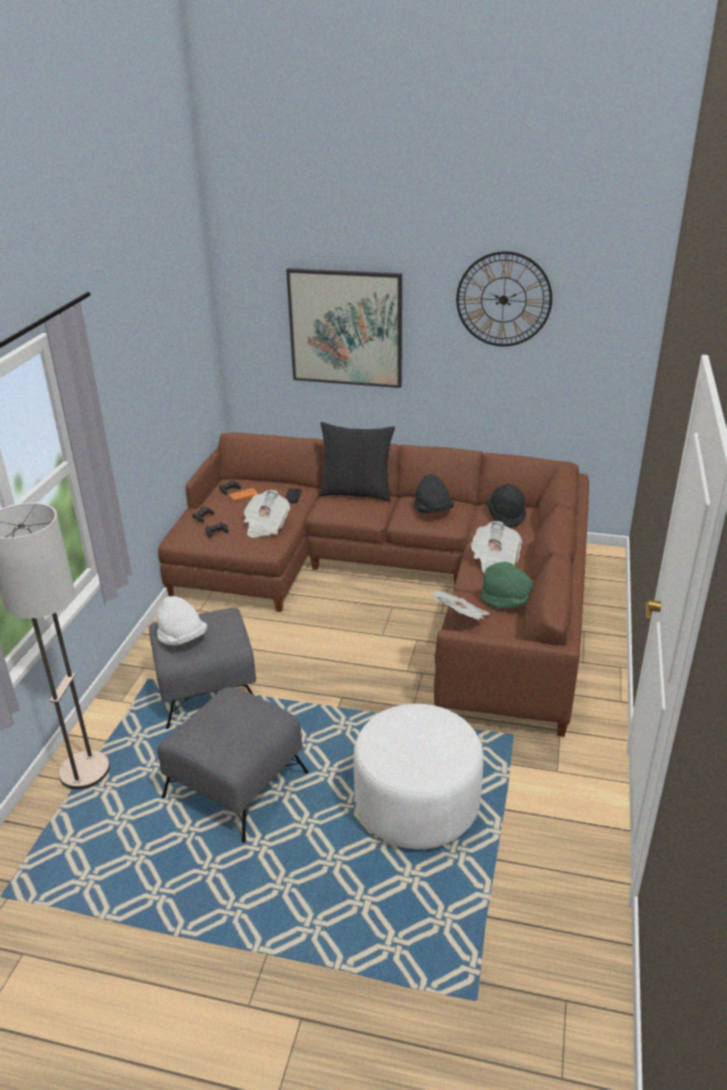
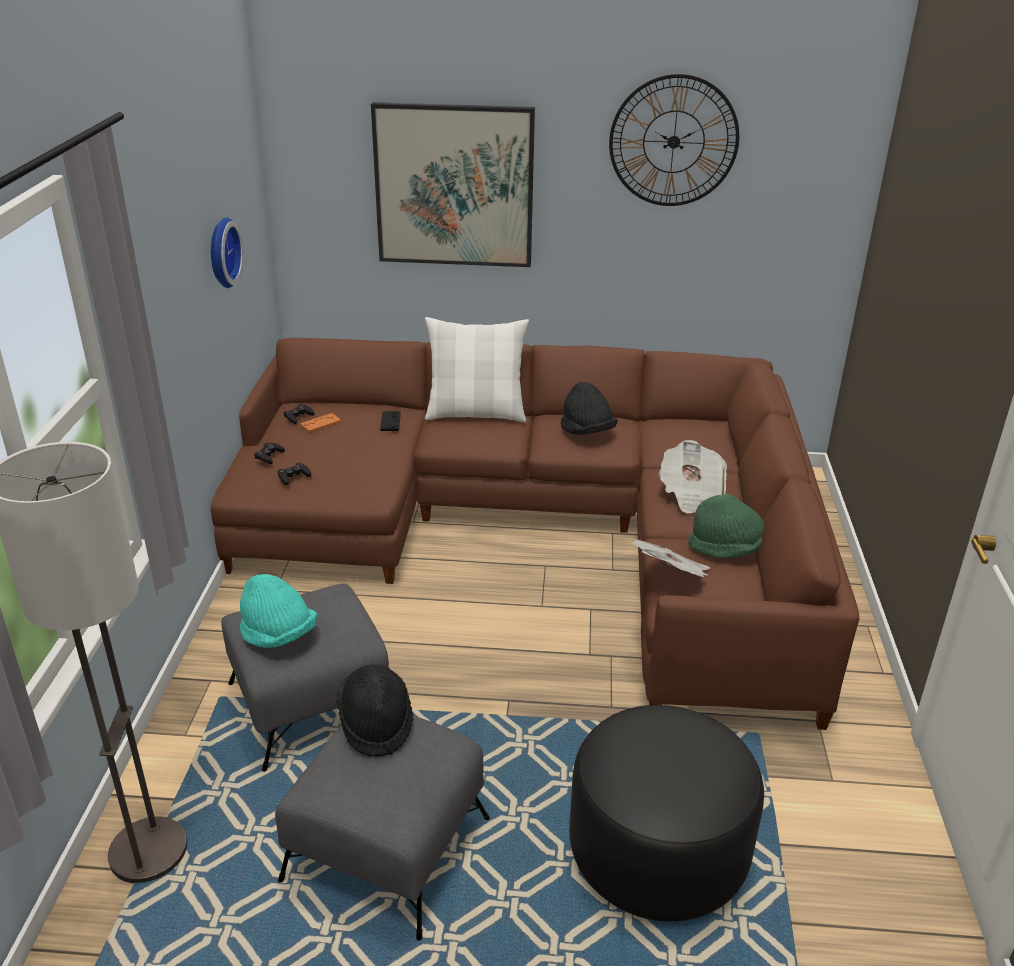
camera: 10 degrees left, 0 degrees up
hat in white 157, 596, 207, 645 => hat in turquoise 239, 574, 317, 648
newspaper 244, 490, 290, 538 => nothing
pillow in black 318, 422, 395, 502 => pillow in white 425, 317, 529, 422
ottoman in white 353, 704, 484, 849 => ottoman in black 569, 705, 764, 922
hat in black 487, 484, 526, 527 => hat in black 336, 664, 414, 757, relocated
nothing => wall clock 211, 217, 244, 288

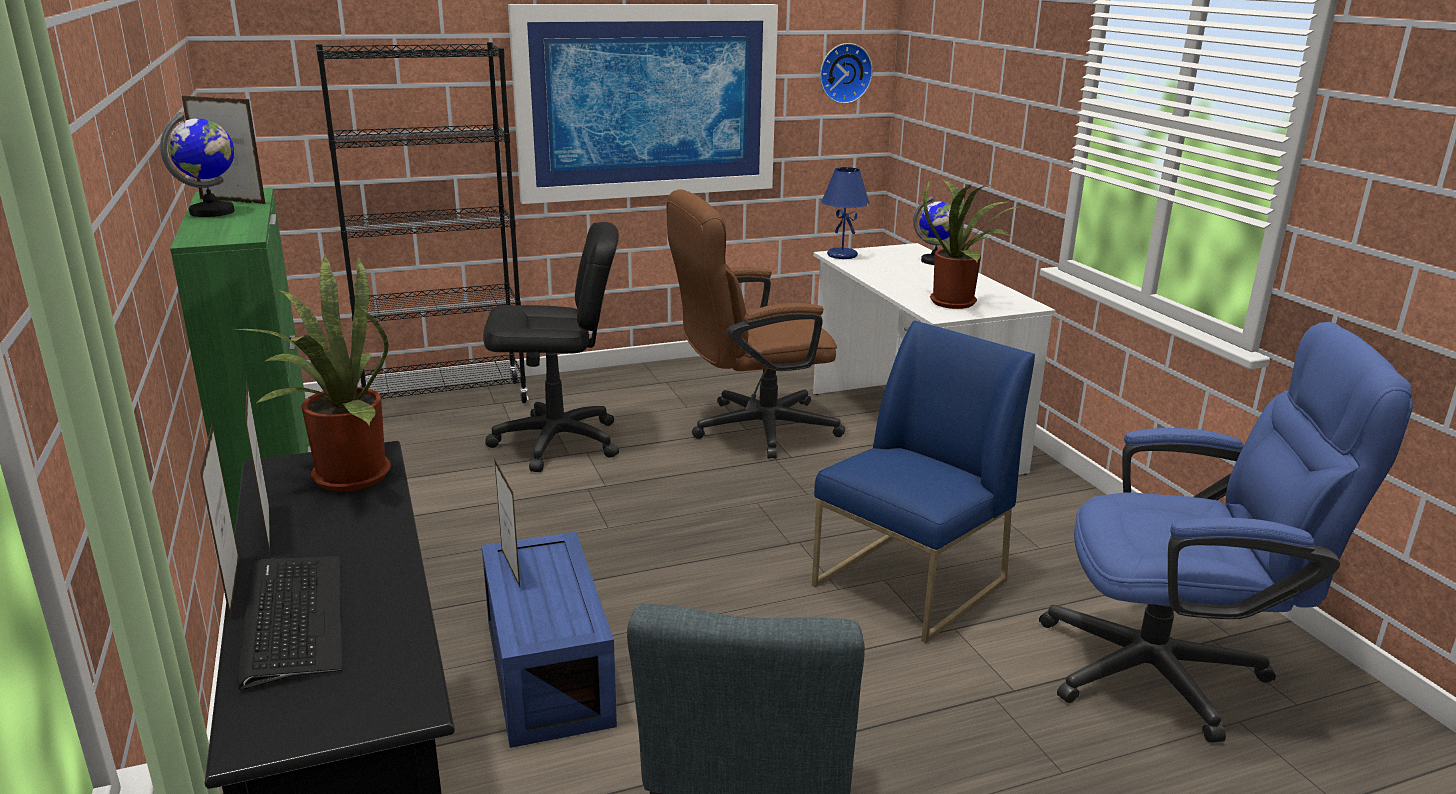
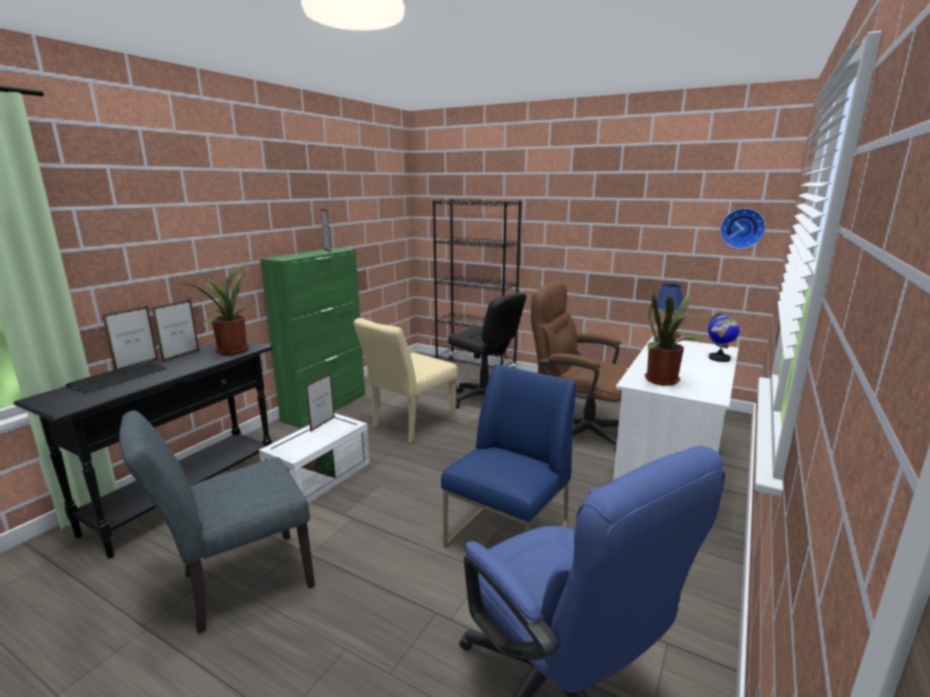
camera: 50 degrees right, 5 degrees down
globe 160, 112, 234, 217 => nothing
storage box in blue 482, 532, 617, 748 => storage box in white 259, 413, 370, 503
picture 508, 4, 778, 204 => nothing
chair in blue 812, 321, 1035, 643 => chair in blue 441, 364, 576, 548, 60 degrees counterclockwise
nothing => chair in beige 354, 318, 457, 443

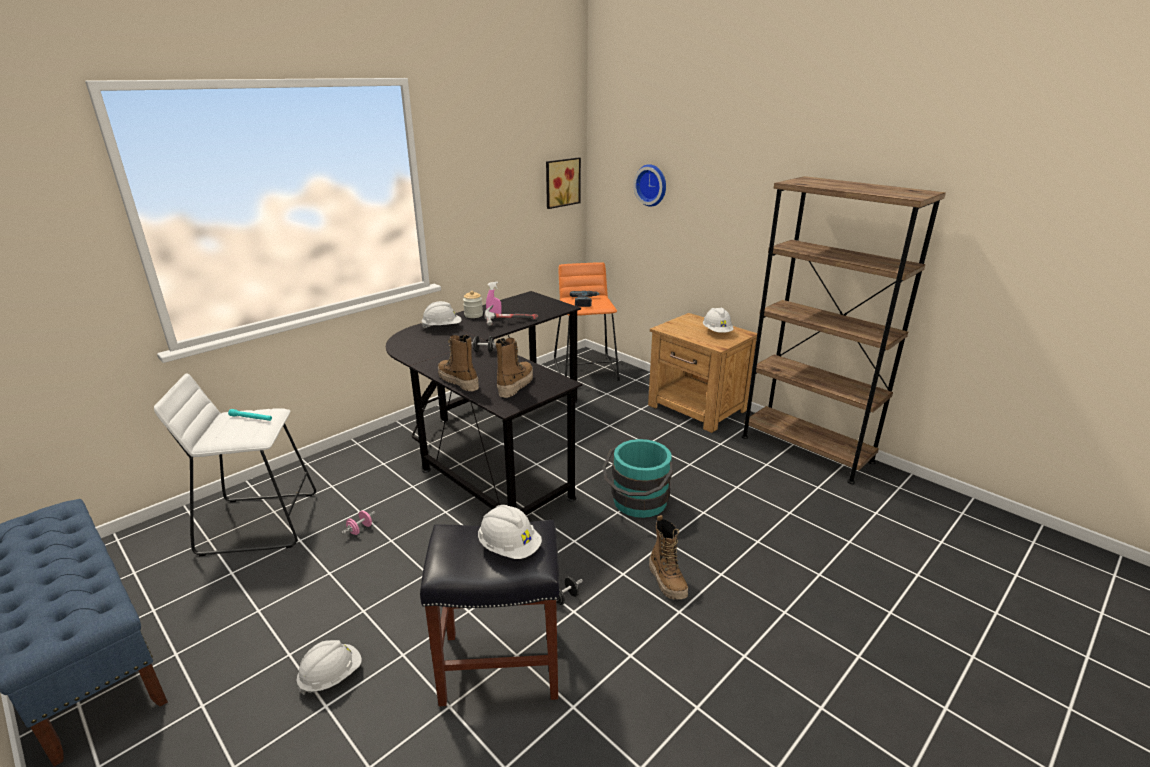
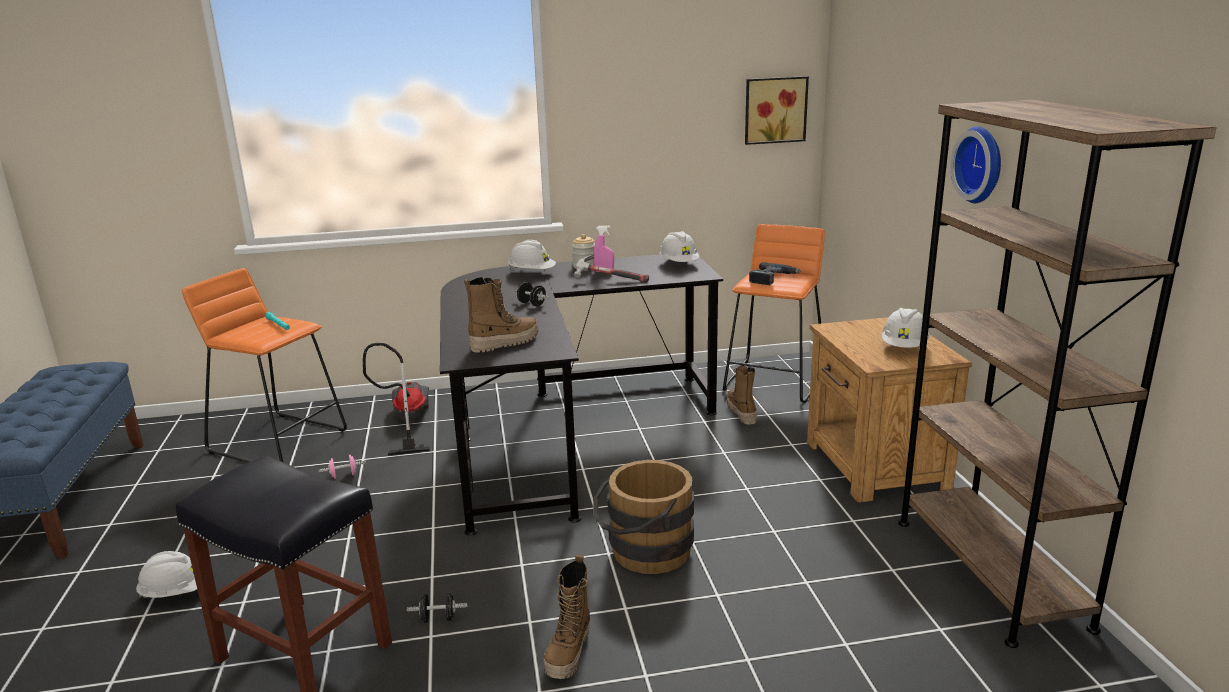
camera: 35 degrees right, 5 degrees down
stool in white 154, 373, 316, 556 => stool in orange 182, 268, 347, 463
boot 438, 335, 479, 391 => boot 727, 366, 757, 425, relocated
hard hat in white 478, 505, 542, 559 => hard hat in white 659, 231, 699, 262, relocated
bucket in turquoise 603, 439, 673, 518 => bucket in brown 593, 460, 694, 574
wall clock 633, 164, 666, 207 => wall clock 950, 126, 1001, 203, relocated
nothing => vacuum cleaner 363, 343, 430, 455

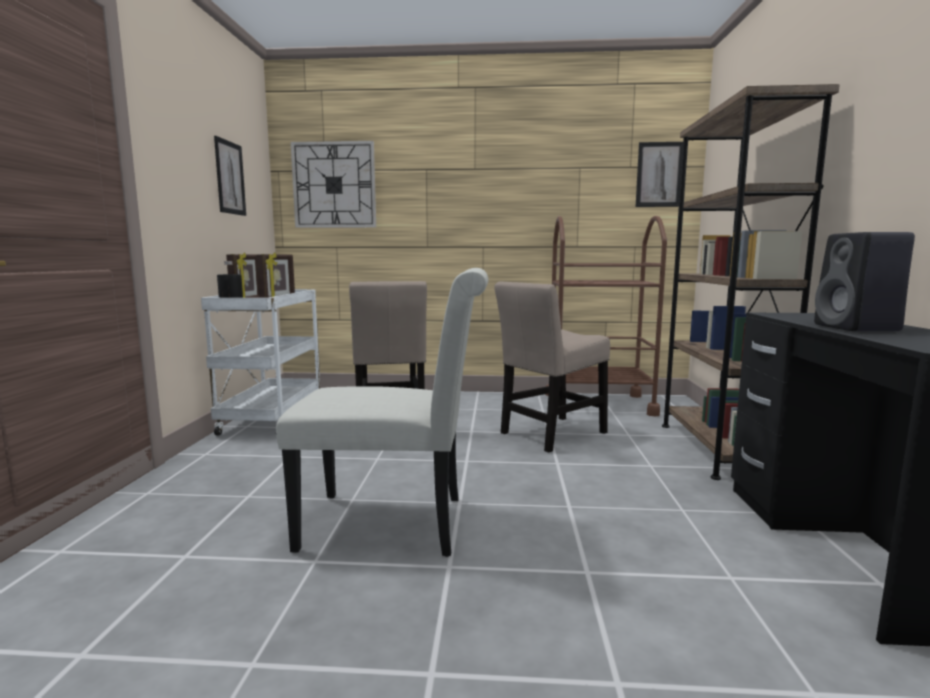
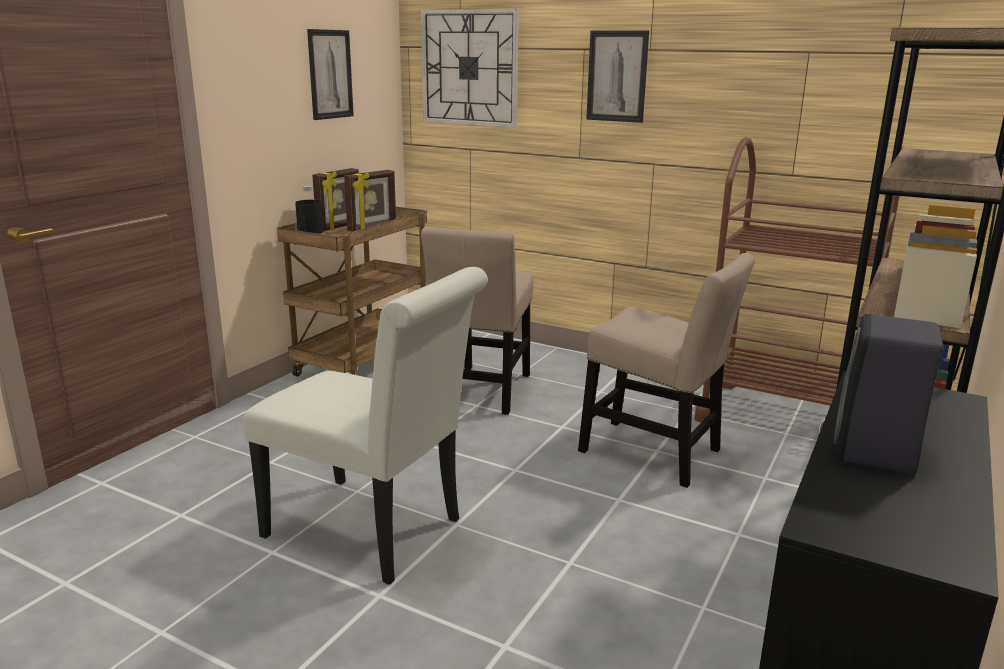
camera: 25 degrees right, 10 degrees up
cart in white 201, 289, 320, 435 => cart in brown 277, 207, 427, 376
chair in beige 494, 281, 610, 453 => chair in beige 578, 253, 755, 488, 135 degrees counterclockwise
picture 635, 142, 683, 207 => picture 586, 31, 649, 123, relocated

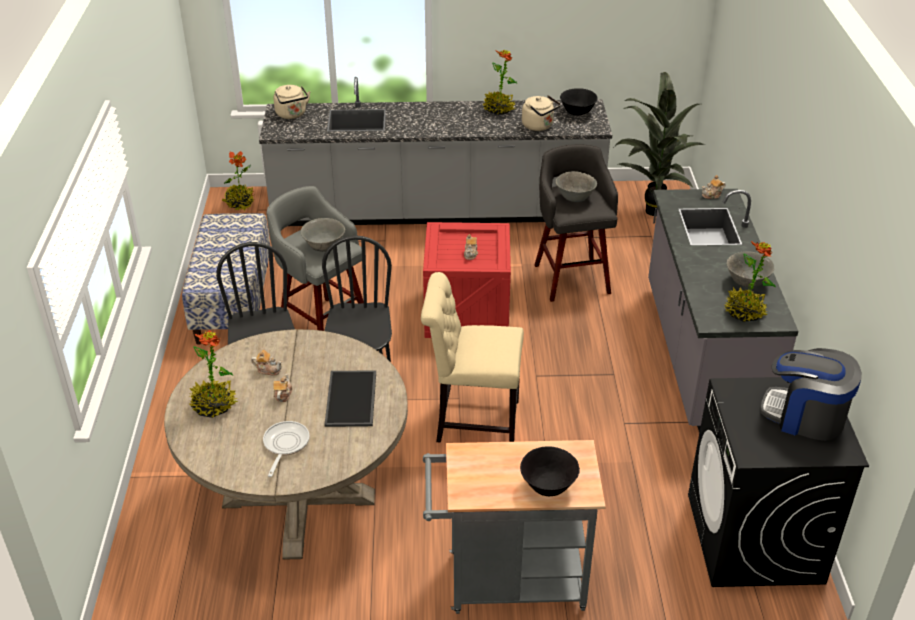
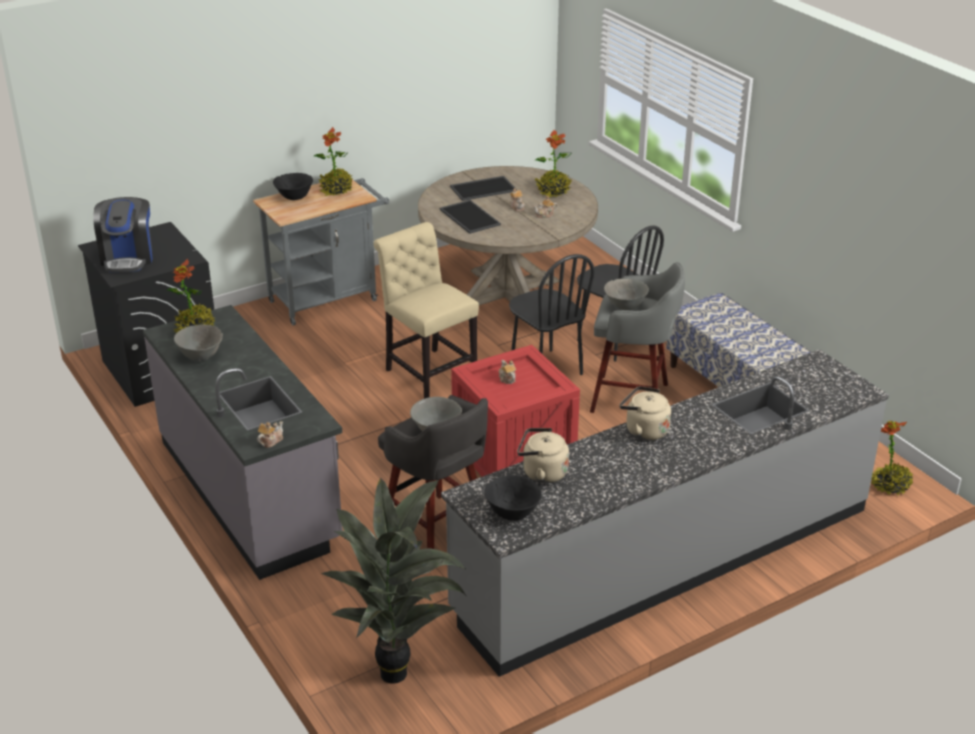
camera: 150 degrees right, 5 degrees down
frying pan 263, 421, 309, 477 => tray 450, 176, 517, 201
kettle in beige 273, 85, 310, 119 => kettle in beige 620, 386, 671, 440, relocated
chair in beige 421, 272, 524, 443 => chair in beige 373, 222, 479, 399, 105 degrees counterclockwise
potted plant 483, 50, 517, 115 => potted plant 314, 127, 353, 196, relocated
coffee machine 760, 348, 862, 441 => coffee machine 93, 197, 153, 272, 90 degrees clockwise

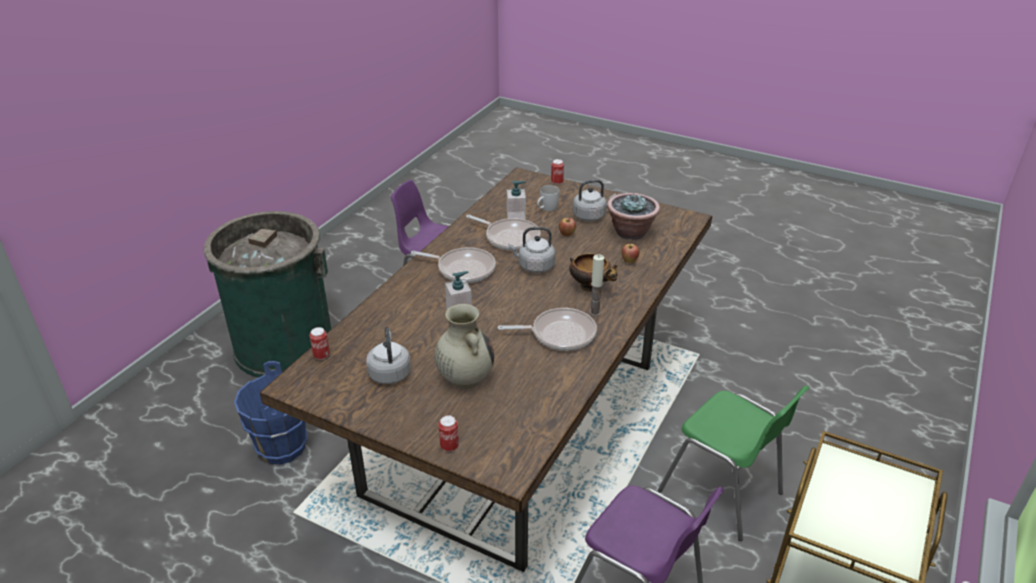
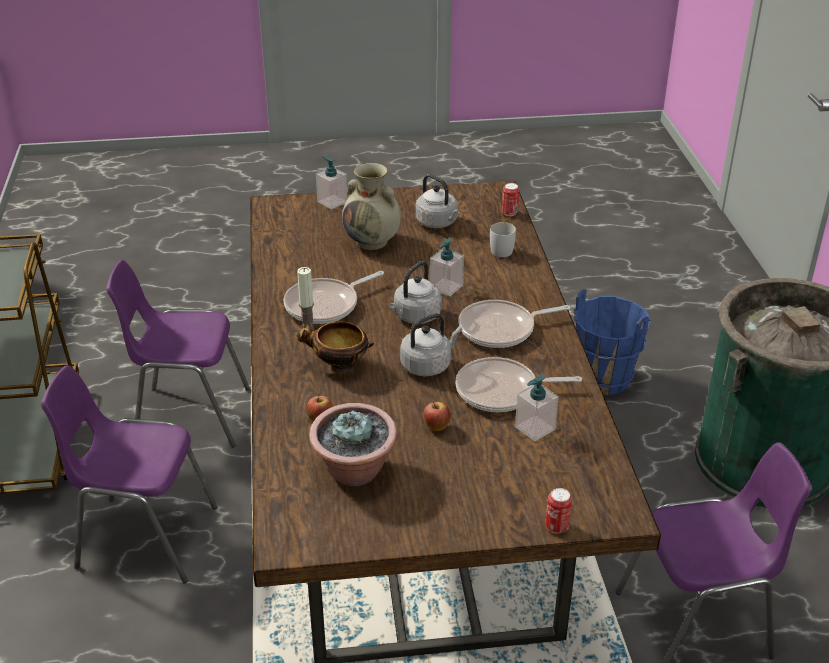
camera: 145 degrees right, 0 degrees up
can 439, 415, 459, 451 => soap dispenser 316, 155, 347, 209
mug in white 537, 185, 559, 211 => mug in white 490, 222, 516, 257, relocated
kettle in grey 573, 180, 616, 221 => kettle in grey 389, 261, 442, 324, relocated
chair in green 658, 385, 809, 541 => chair in purple 41, 365, 217, 583

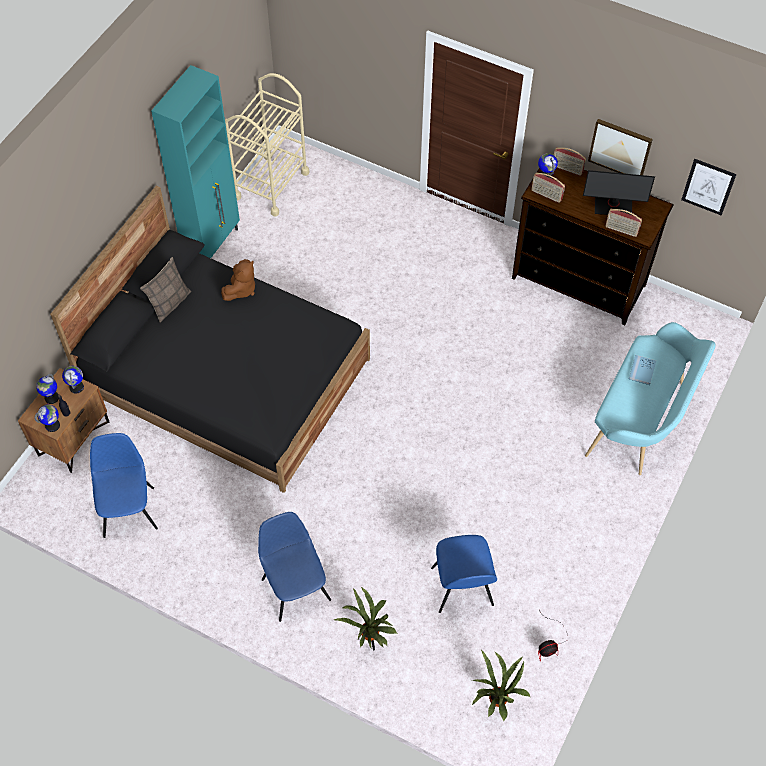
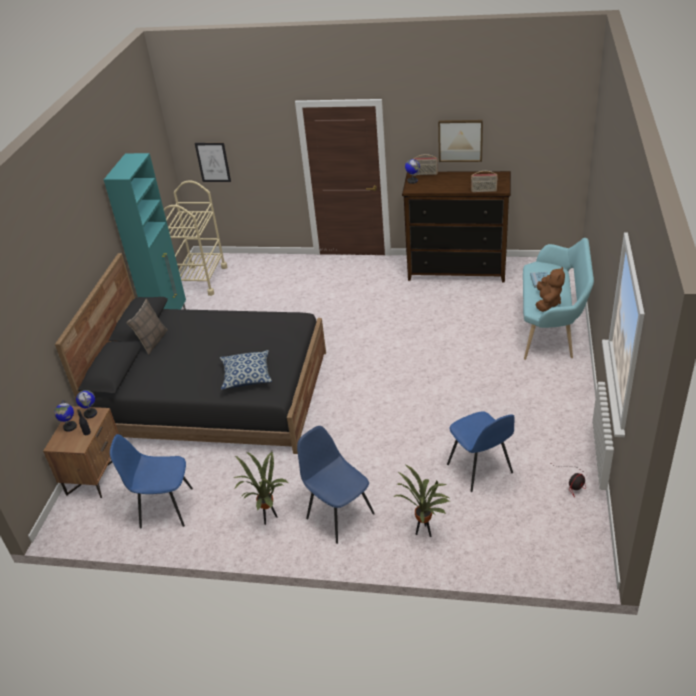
camera: 15 degrees left, 20 degrees down
globe 35, 405, 60, 432 => nothing
chair in blue 90, 433, 158, 538 => chair in blue 110, 434, 193, 529, 60 degrees counterclockwise
plush toy in brown 221, 259, 255, 301 => plush toy in brown 536, 267, 565, 312, relocated
potted plant 472, 650, 530, 722 => potted plant 234, 452, 288, 525, relocated
radio 531, 172, 565, 203 => nothing
monitor 583, 170, 655, 215 => nothing
picture 681, 159, 737, 215 => picture 195, 143, 231, 182, relocated
nothing => pillow 220, 350, 272, 390

